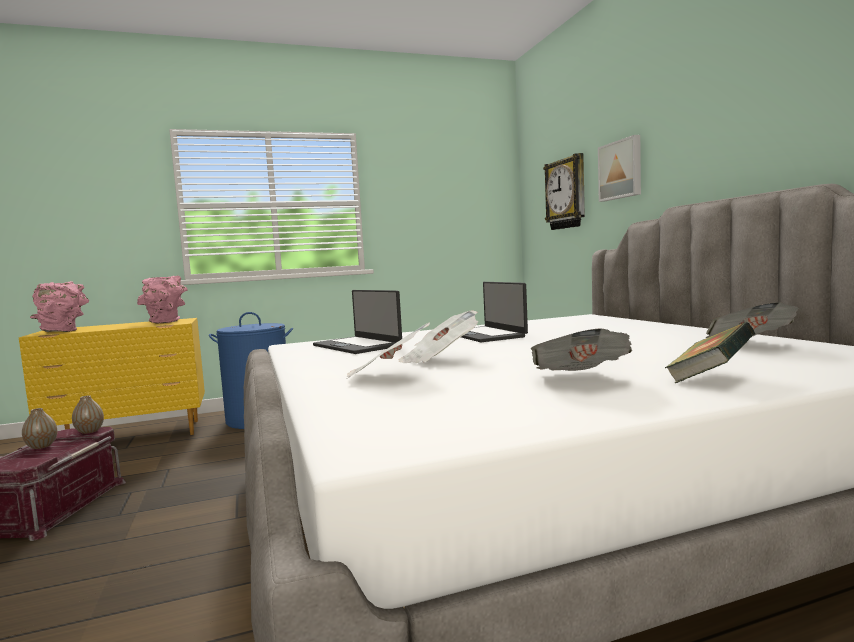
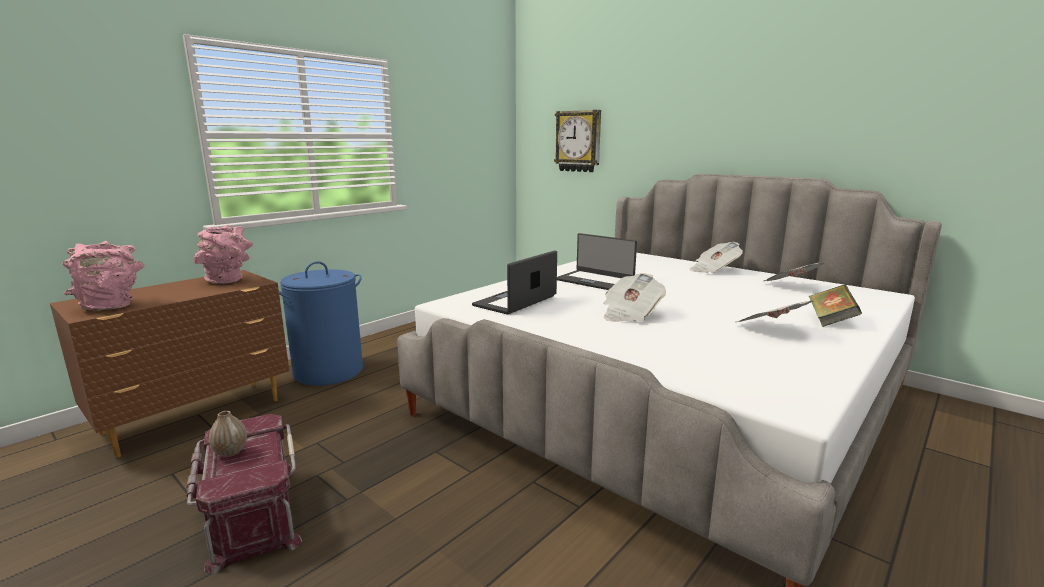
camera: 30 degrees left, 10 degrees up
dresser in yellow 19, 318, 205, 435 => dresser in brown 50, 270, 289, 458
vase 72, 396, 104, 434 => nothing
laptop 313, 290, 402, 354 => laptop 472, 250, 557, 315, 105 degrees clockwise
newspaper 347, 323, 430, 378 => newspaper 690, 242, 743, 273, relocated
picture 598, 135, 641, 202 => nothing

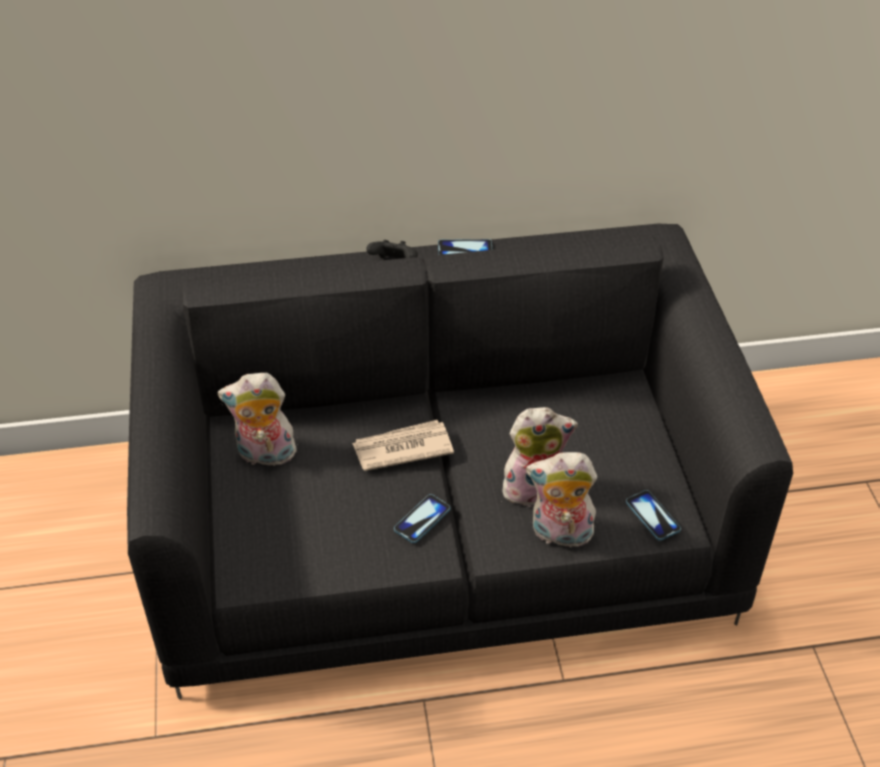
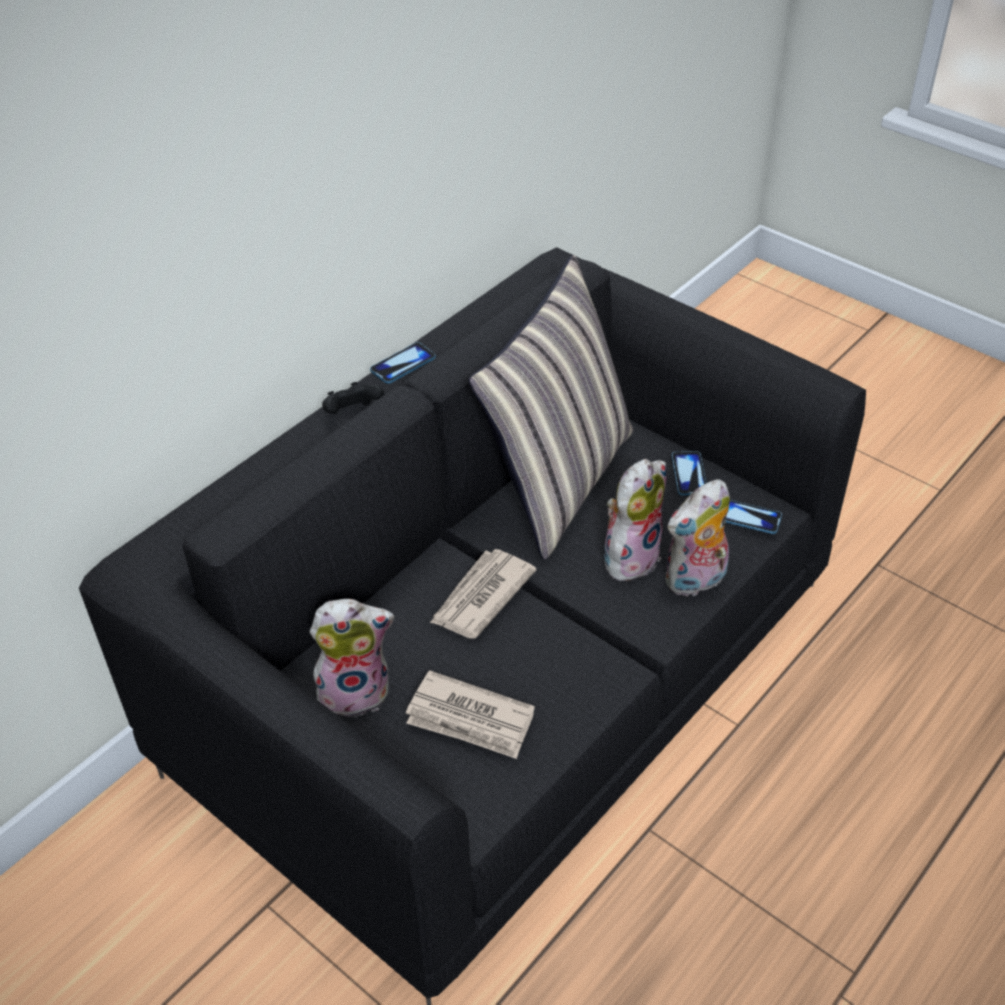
camera: 40 degrees left, 0 degrees up
plush toy 218, 373, 296, 470 => plush toy 310, 599, 394, 718, 150 degrees counterclockwise
phone 394, 494, 450, 543 => phone 672, 451, 707, 496, relocated
nothing => newspaper 406, 670, 535, 759
nothing => pillow 469, 255, 633, 560

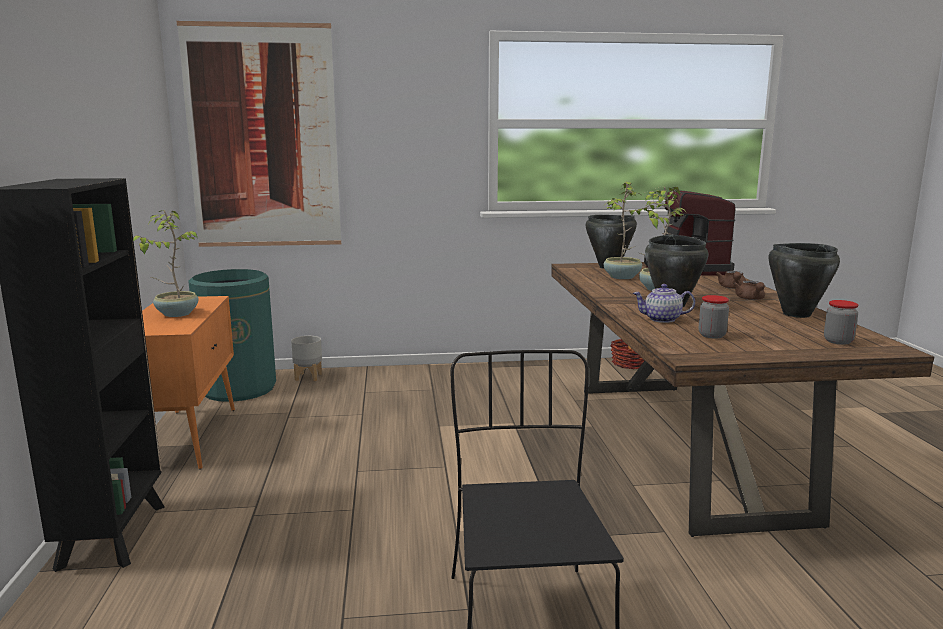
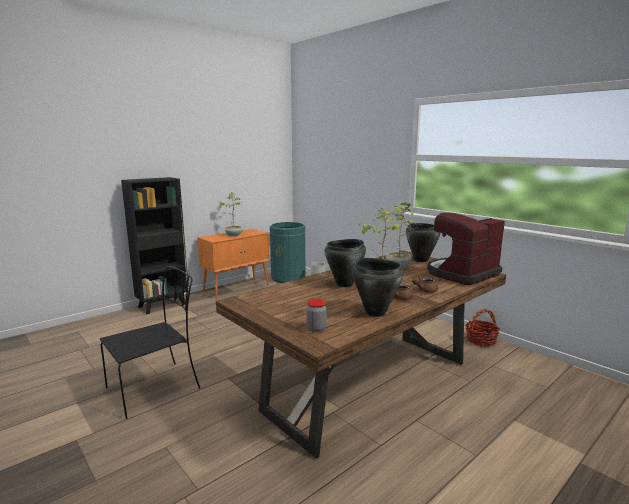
camera: 55 degrees right, 0 degrees up
picture 177, 21, 341, 247 => nothing
teapot 633, 284, 695, 323 => nothing
jar 699, 295, 729, 338 => nothing

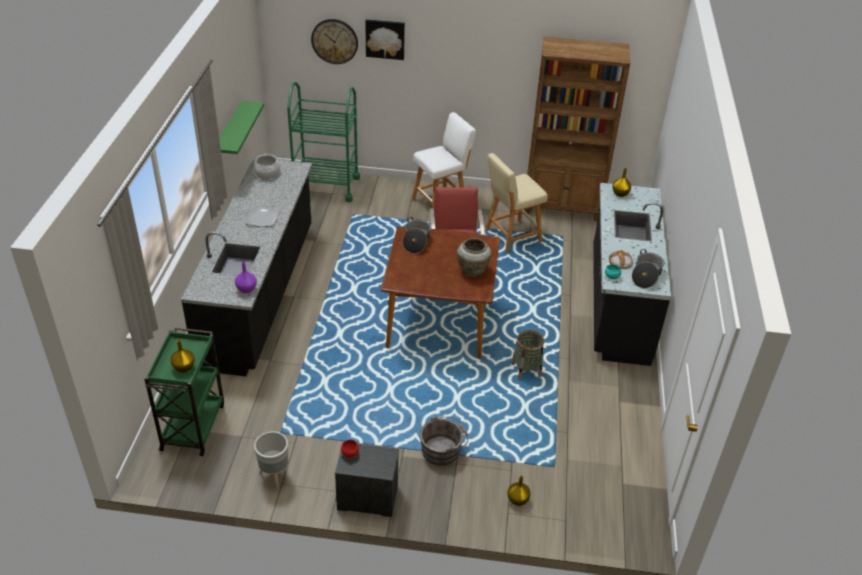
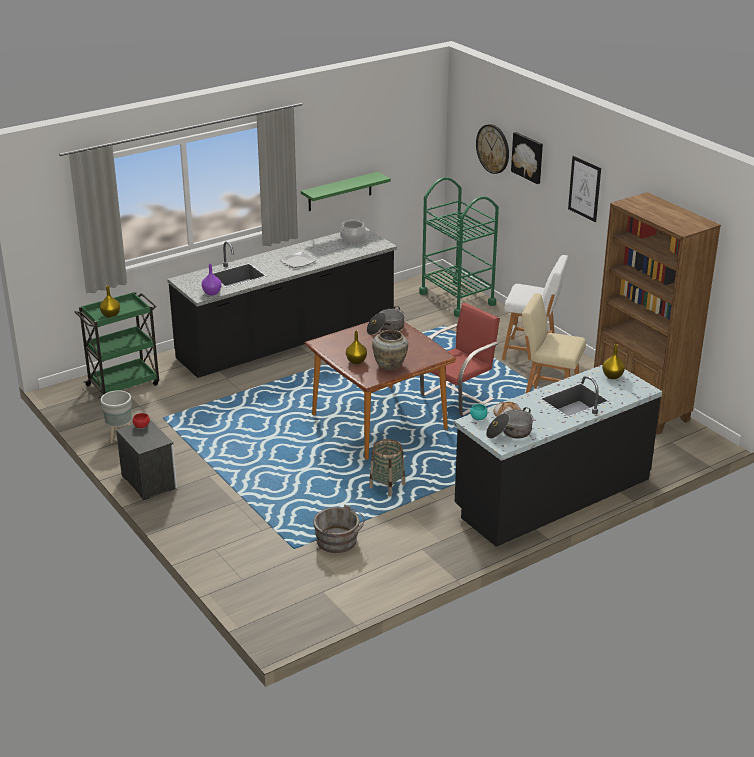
camera: 50 degrees right, 10 degrees down
bucket in grey 420, 416, 468, 466 => bucket in grey 313, 504, 364, 553, relocated
vase in yellow 507, 476, 531, 506 => vase in yellow 346, 330, 367, 364, relocated
nothing => picture 568, 156, 601, 222

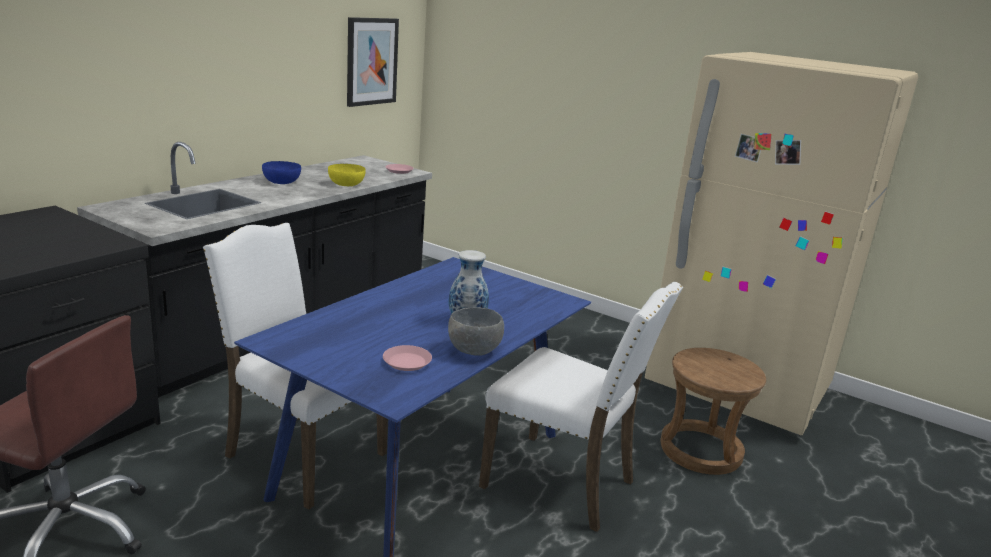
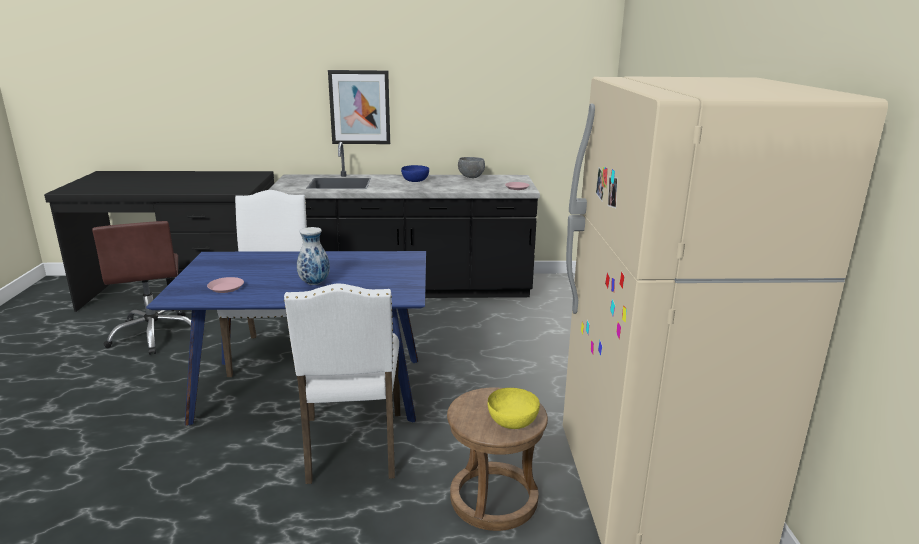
camera: 55 degrees right, 0 degrees up
bowl in yellow 328, 164, 366, 186 => bowl in yellow 488, 388, 540, 429, relocated
picture 347, 17, 399, 107 => picture 328, 70, 390, 144, relocated
bowl in grey 448, 307, 504, 356 => bowl in grey 458, 157, 485, 178, relocated

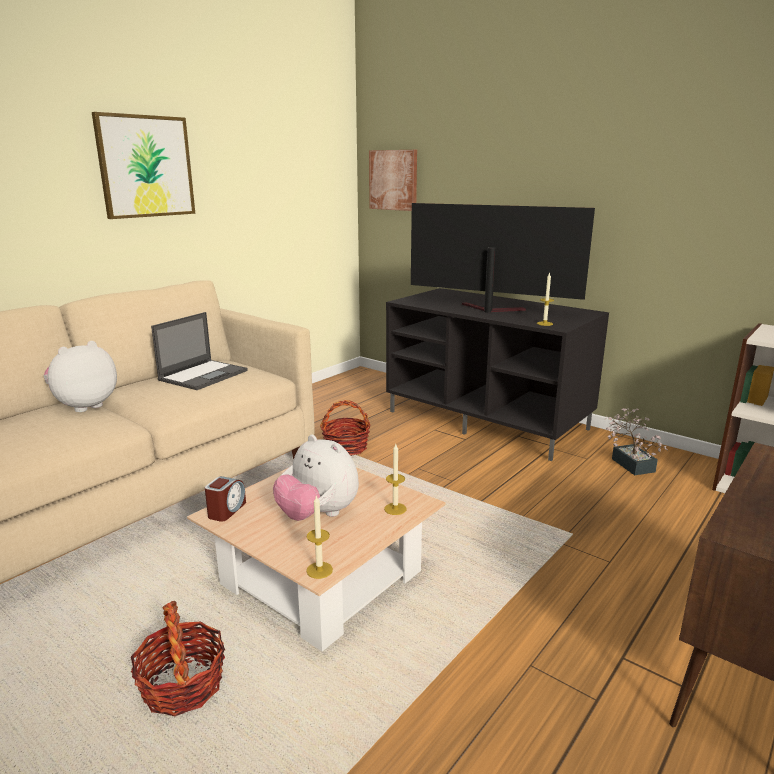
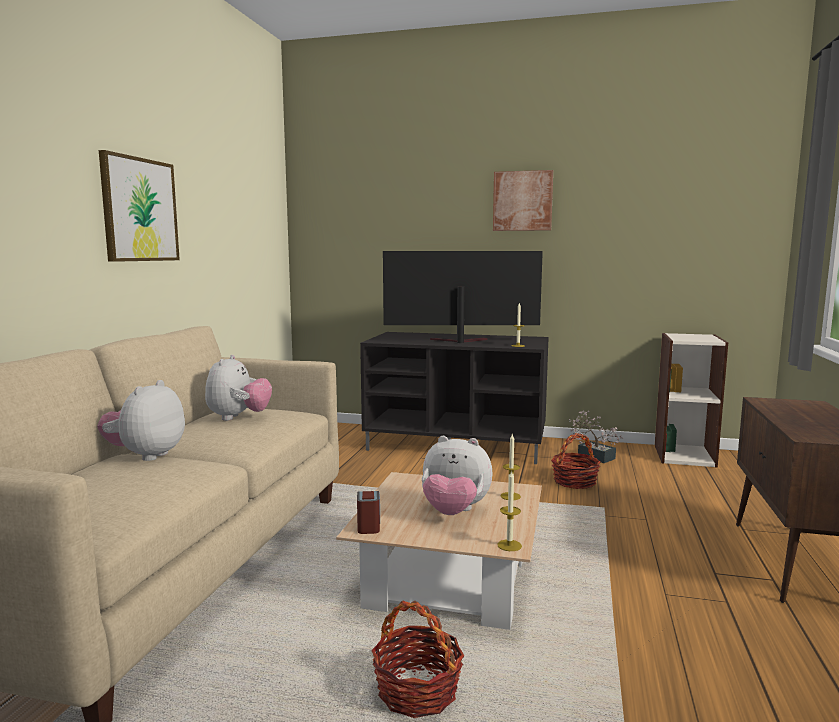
camera: 25 degrees left, 10 degrees down
laptop 151, 312, 248, 390 => plush toy 205, 355, 272, 421
basket 320, 400, 371, 456 => basket 551, 433, 600, 489, relocated
picture 369, 150, 417, 211 => picture 493, 170, 553, 231, relocated

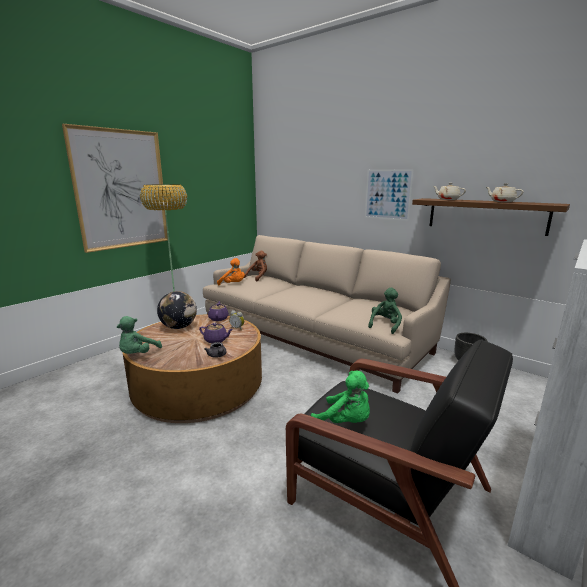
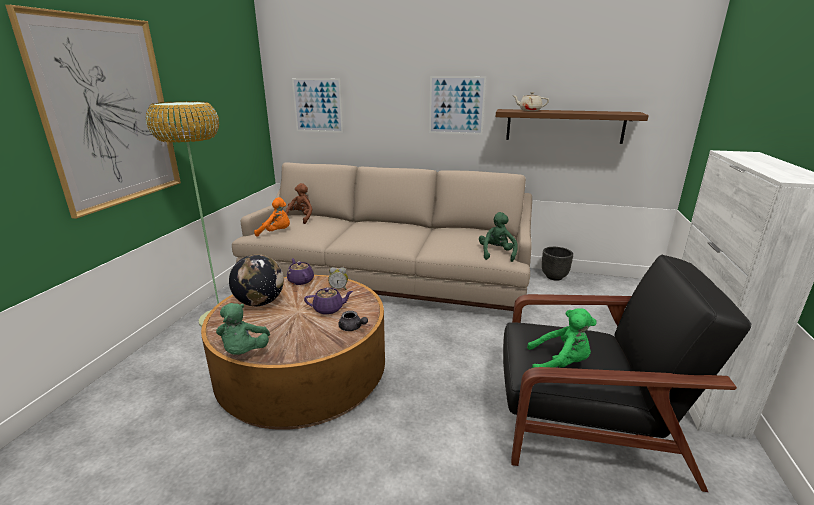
camera: 25 degrees left, 5 degrees up
teapot in beige 486, 183, 524, 202 => nothing
nothing => picture 292, 78, 343, 133

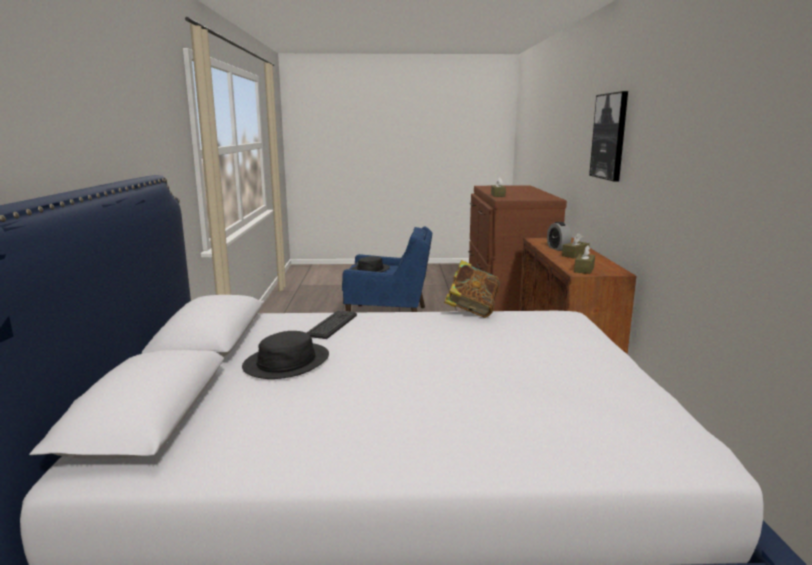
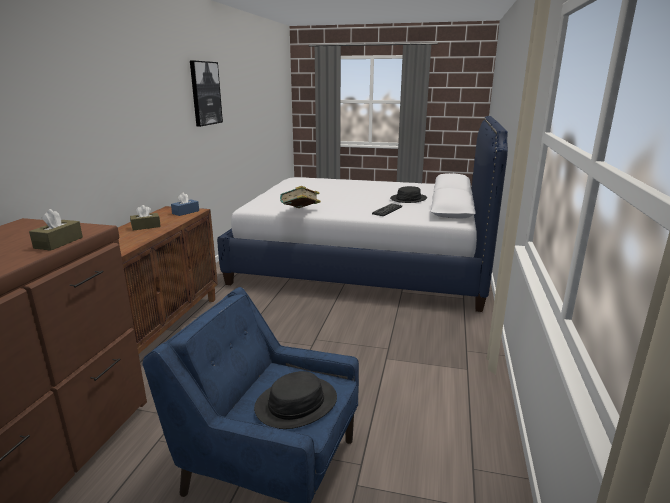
camera: 165 degrees left, 5 degrees up
alarm clock 547, 222, 571, 251 => nothing
tissue box in brown 574, 245, 595, 274 => tissue box in blue 171, 193, 199, 216
picture 589, 91, 628, 181 => picture 190, 60, 223, 127, relocated

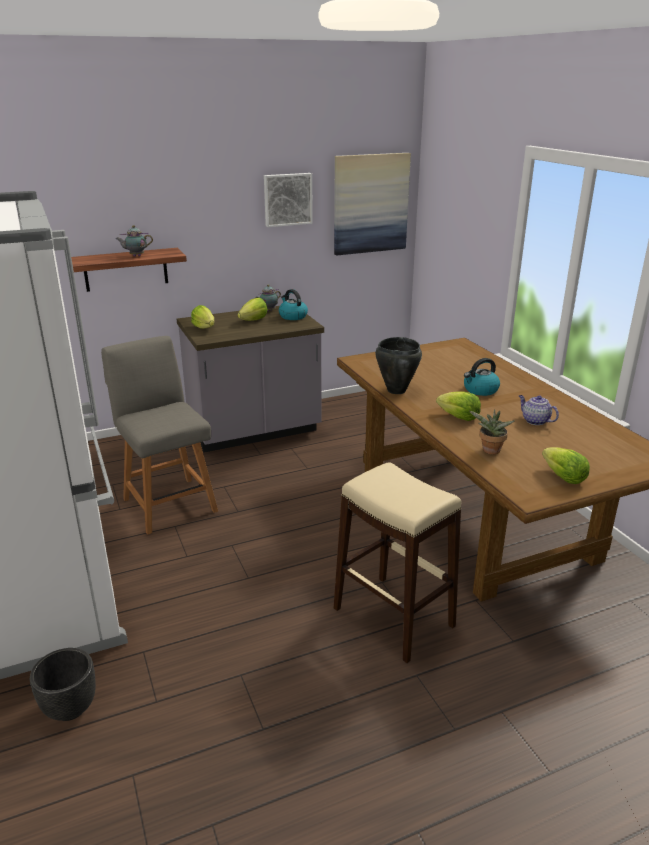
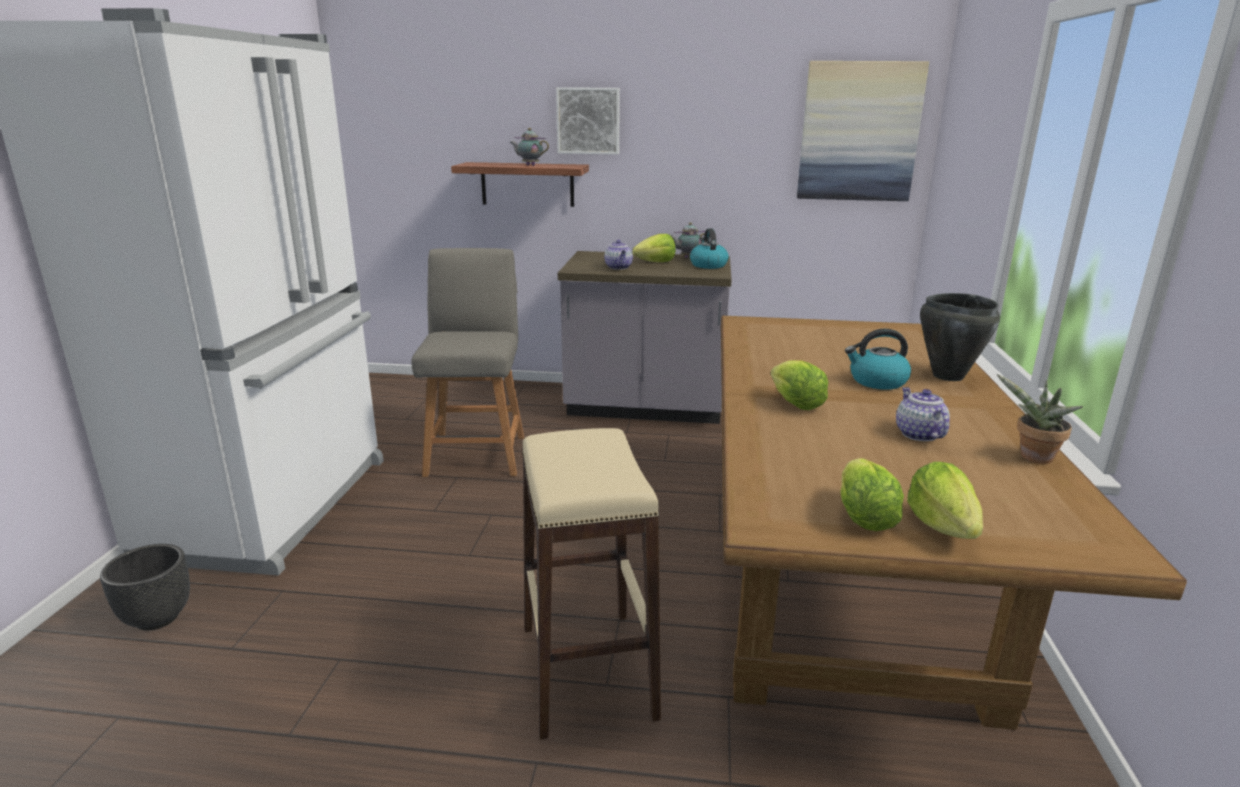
camera: 30 degrees right, 5 degrees down
lettuce 191, 305, 214, 329 => lettuce 907, 462, 983, 539, relocated
picture 264, 173, 313, 227 => picture 556, 87, 620, 155, relocated
cooking pot in black 375, 337, 422, 394 => cooking pot in black 920, 293, 1000, 381, relocated
potted plant 469, 409, 515, 455 => potted plant 997, 374, 1083, 464, relocated
nothing => teapot 604, 240, 633, 270

